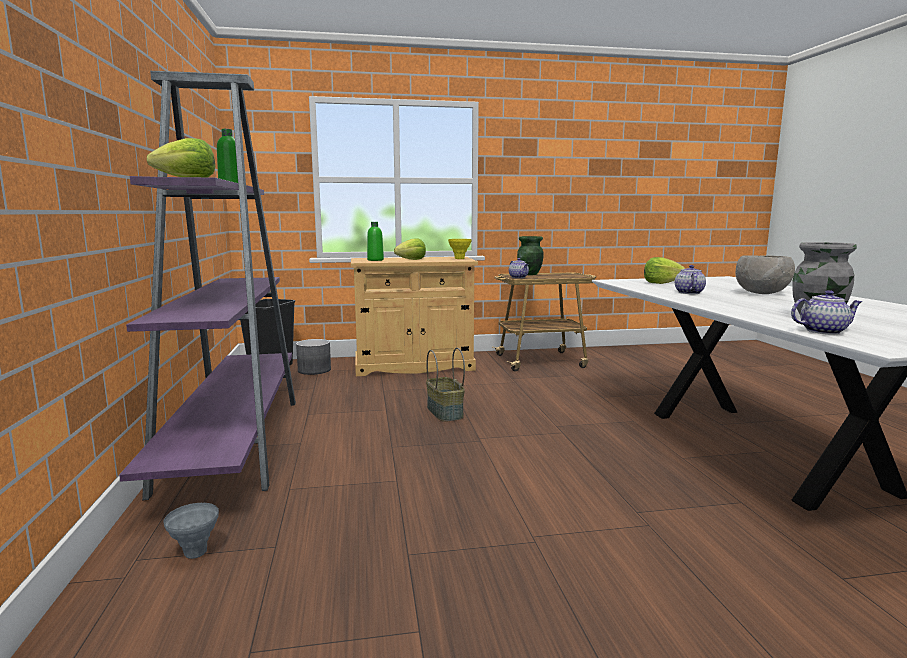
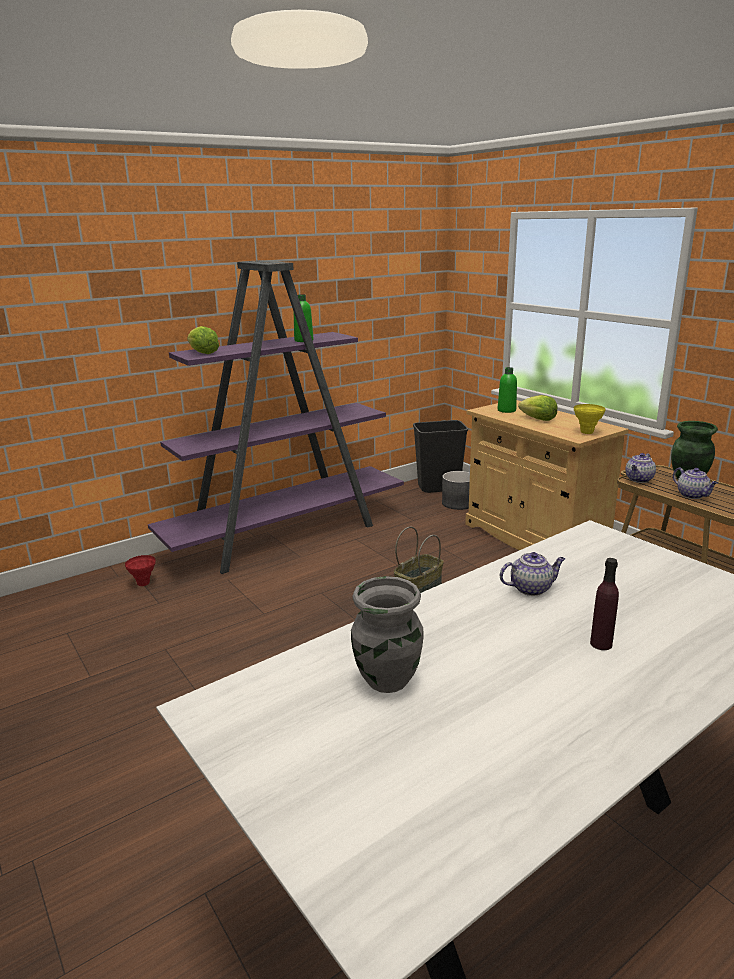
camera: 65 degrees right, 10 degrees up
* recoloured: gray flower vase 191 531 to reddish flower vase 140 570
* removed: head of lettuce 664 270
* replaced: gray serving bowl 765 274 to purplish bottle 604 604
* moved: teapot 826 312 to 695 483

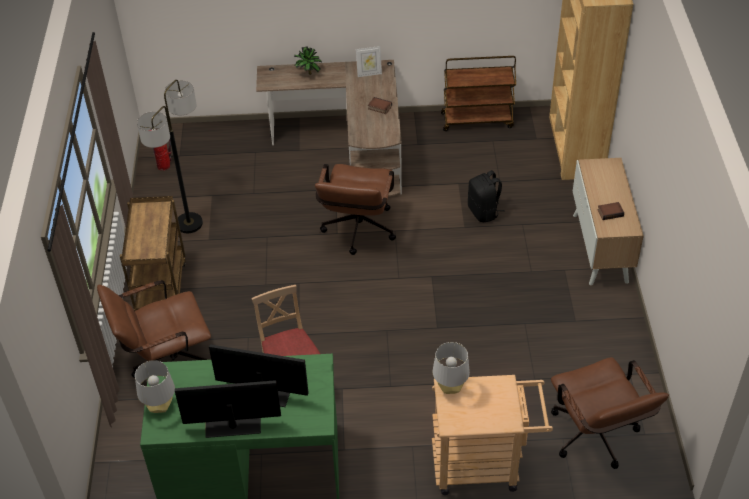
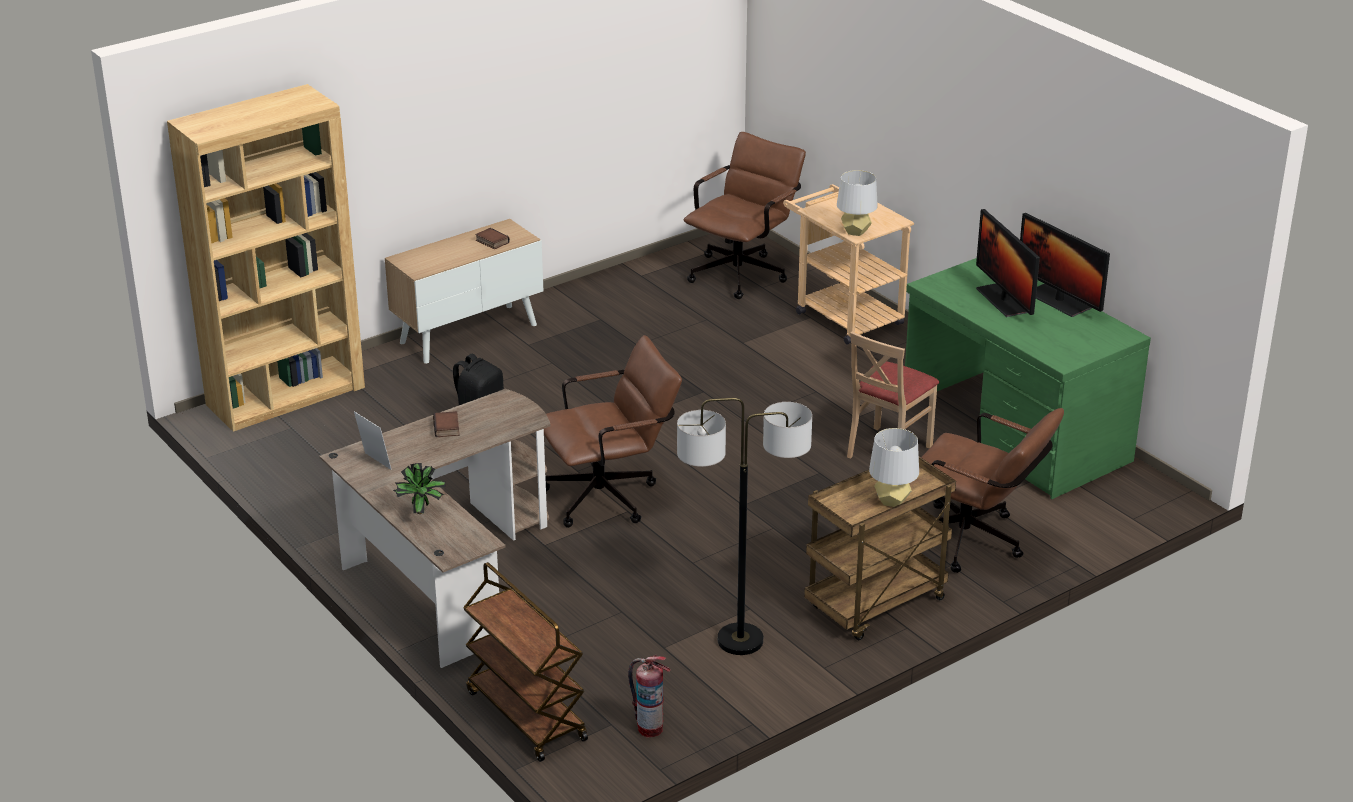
camera: 125 degrees left, 15 degrees down
* moved: gray table lamp 155 386 to 894 467
* moved: brown-coloured cart 478 93 to 525 662

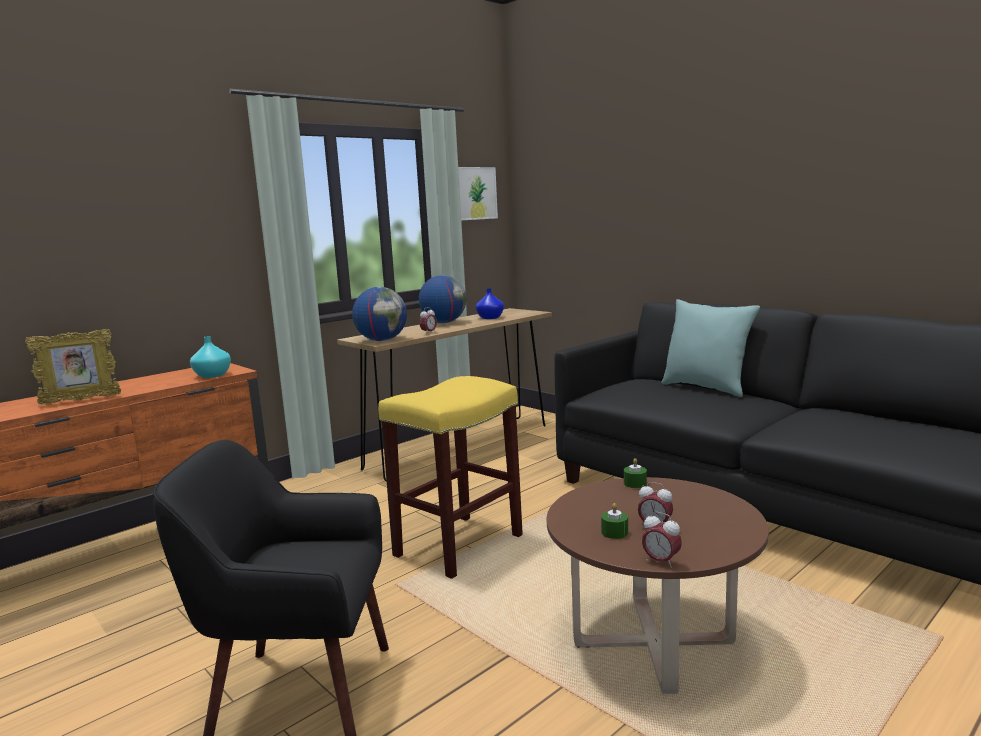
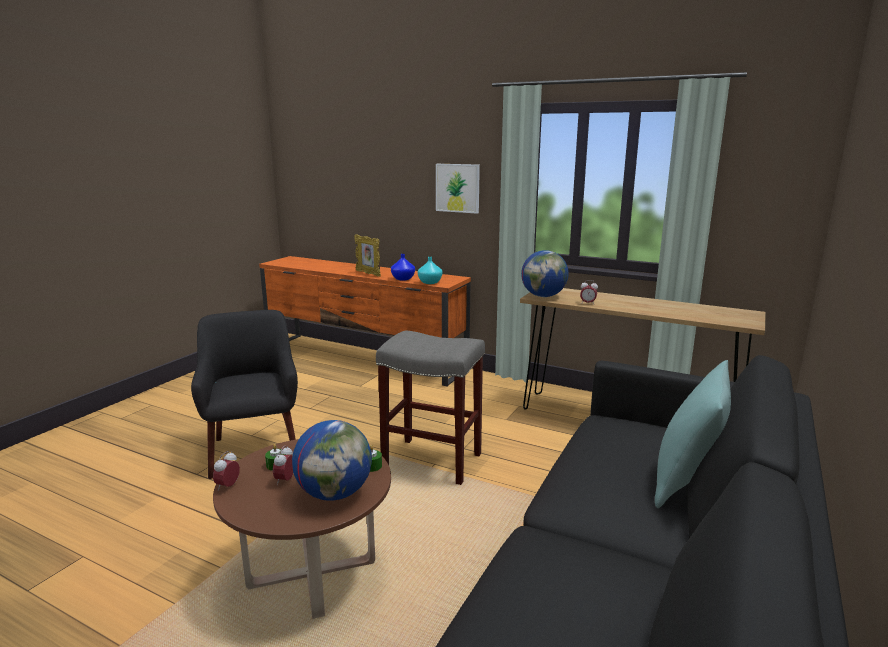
camera: 70 degrees right, 5 degrees up
* recoloured: yellow stool 450 477 to gray stool 430 408
* moved: desk globe 442 299 to 332 460
* moved: wall picture 478 193 to 458 189
* moved: bluish flower vase 490 303 to 403 267

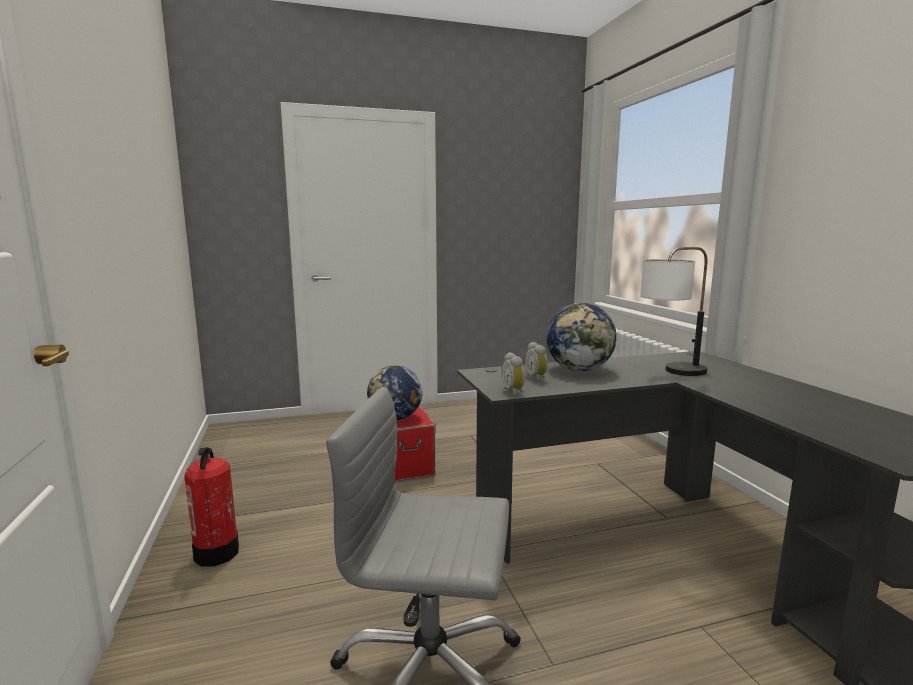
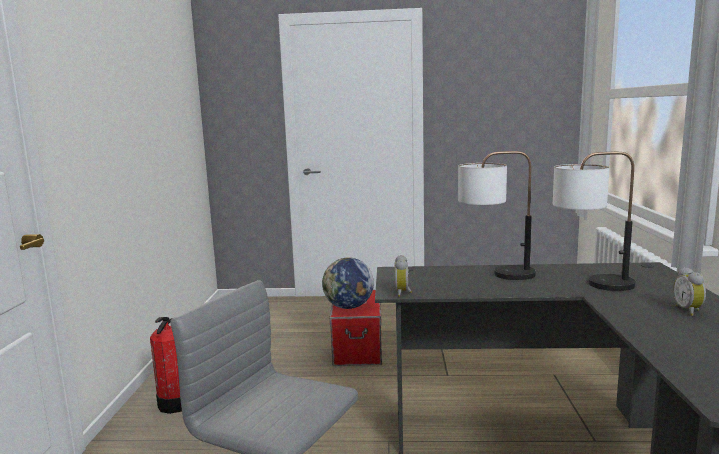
camera: 20 degrees right, 0 degrees up
* moved: table clock 536 362 to 689 291
* replaced: desk globe 581 337 to table lamp 497 215

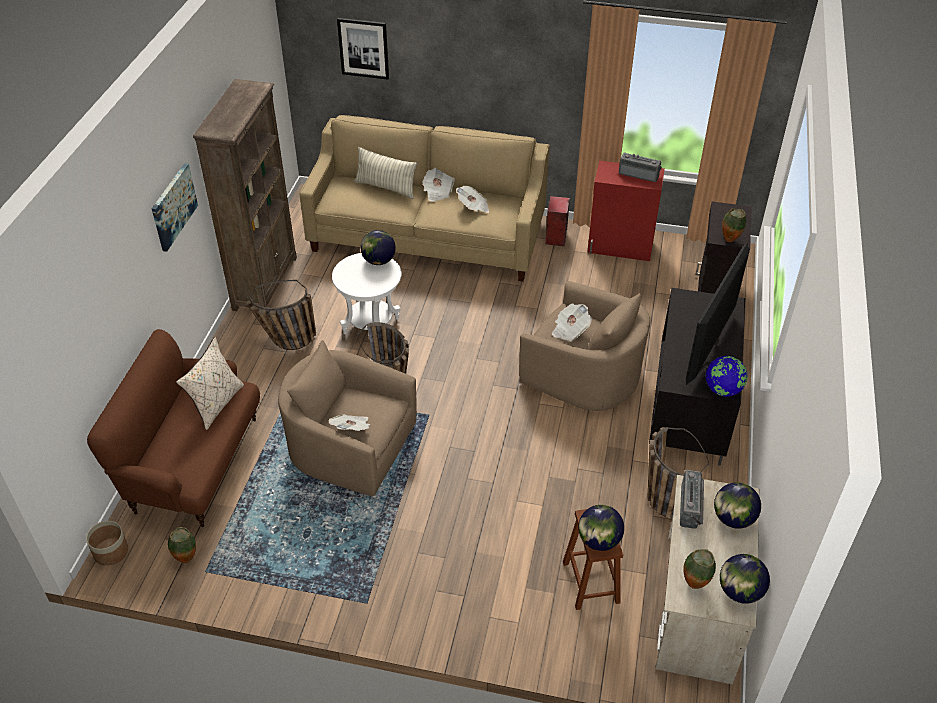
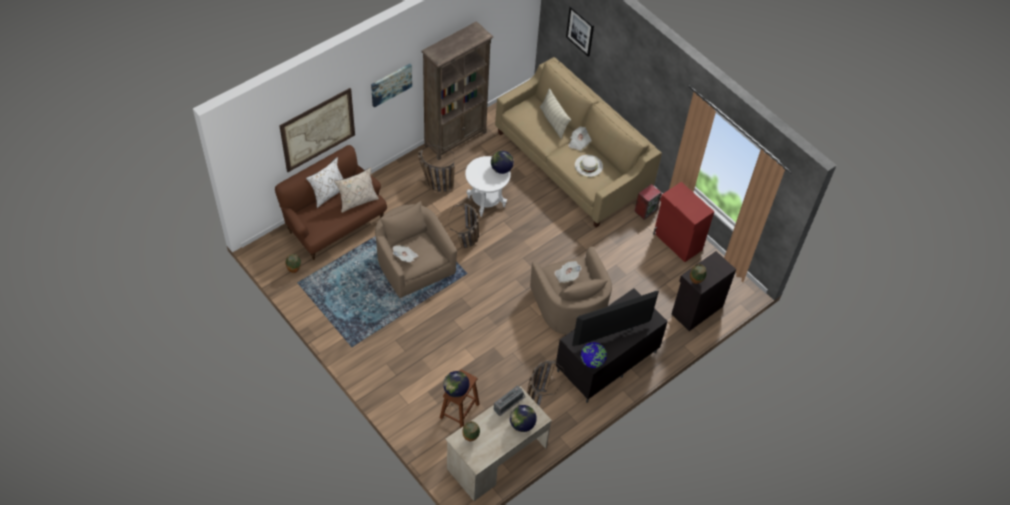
camera: 35 degrees right, 10 degrees up
* removed: flower pot 107 543
* replaced: newspaper 472 199 to whitish wearable hat 589 166
* removed: radio 640 167
* removed: desk globe 745 579
* added: wall picture 317 130
* added: whitish throw pillow 324 182

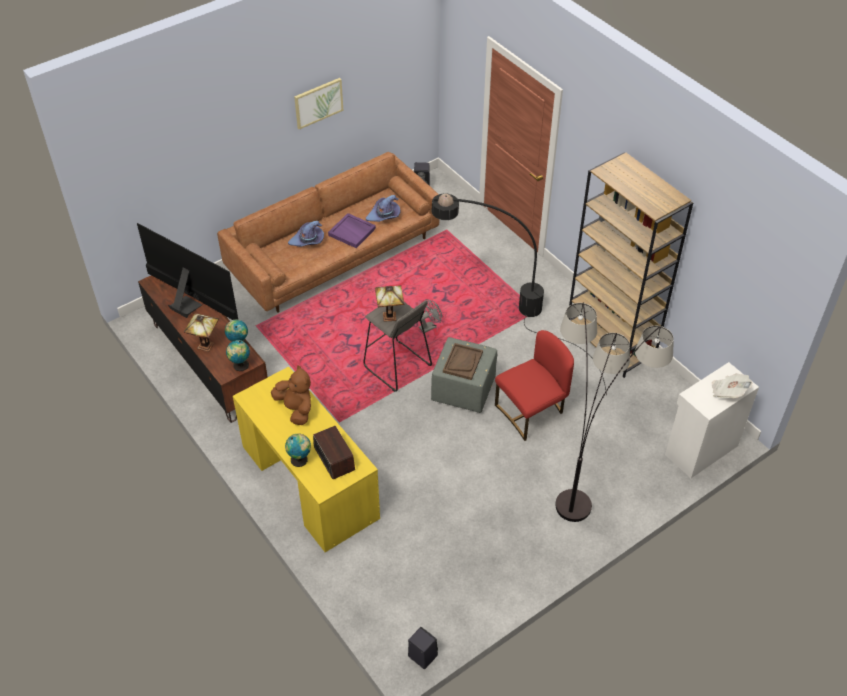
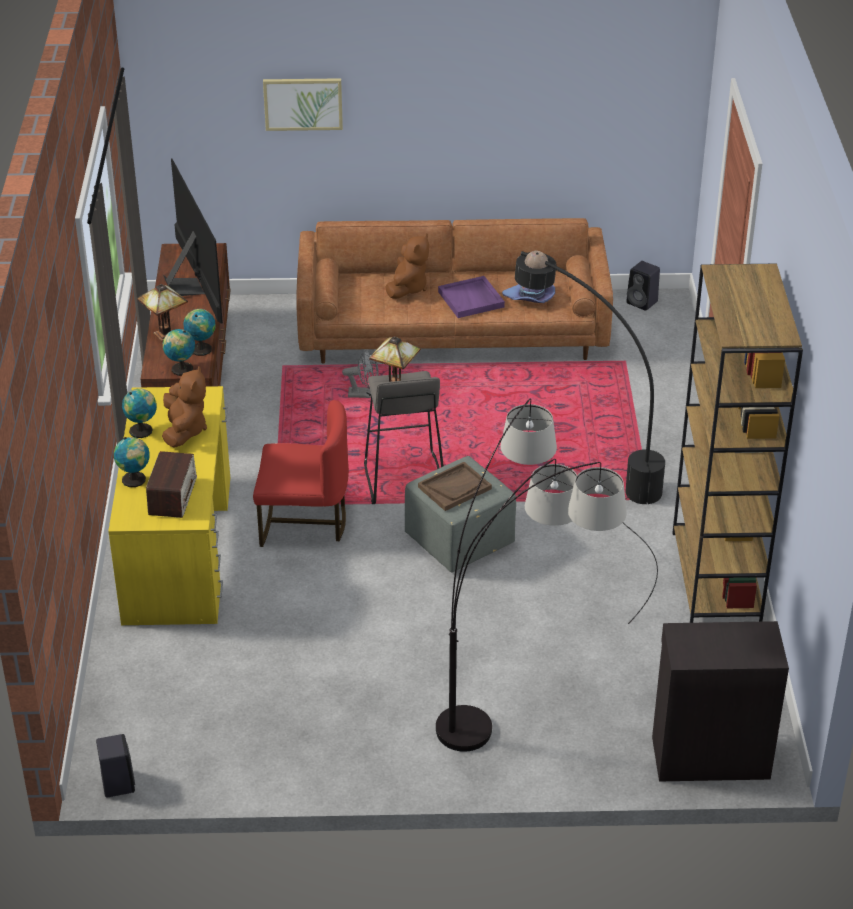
camera: 35 degrees right, 10 degrees down
* replaced: purplish wearable hat 306 234 to brown-coloured plush toy 407 266
* moved: wall picture 319 104 to 303 104
* moved: gray fan 430 316 to 360 374
* moved: reddish upright chair 534 385 to 301 473
* recoloured: whitish cabinet 712 420 to blackish cabinet 720 701
* removed: newspaper 732 386
* added: desk globe 139 413

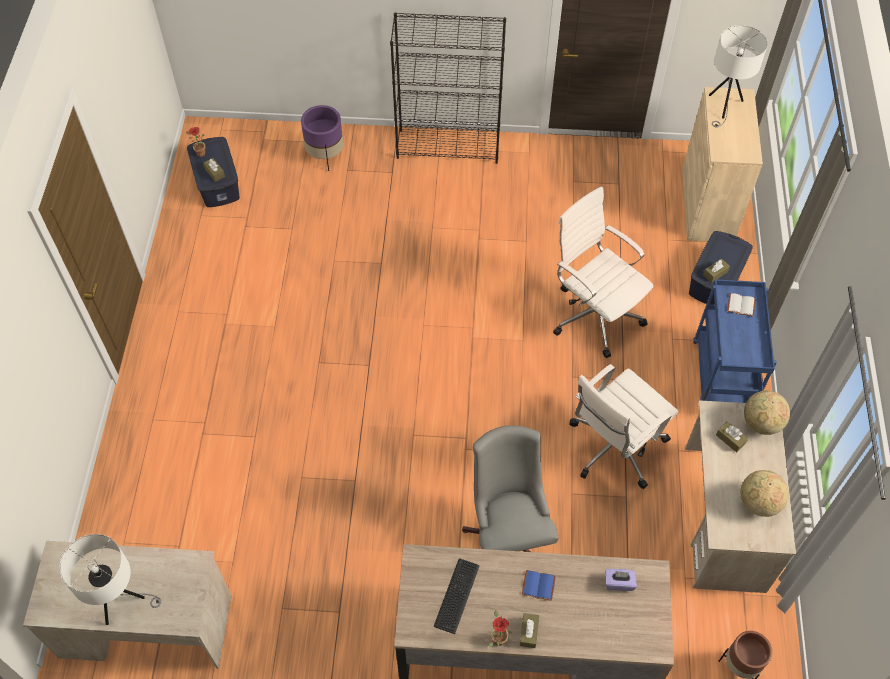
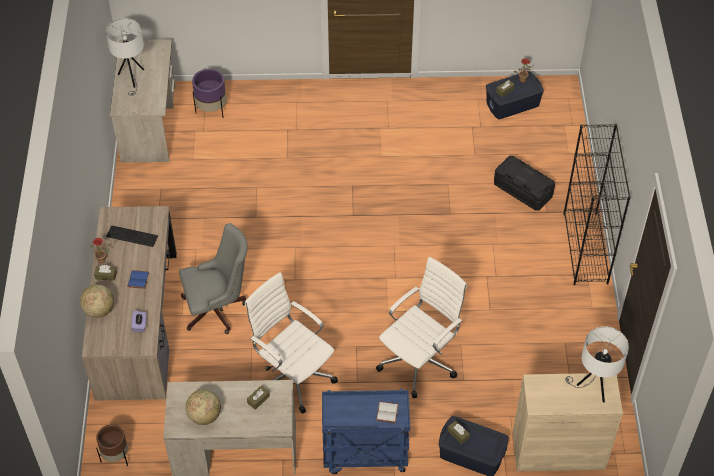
camera: 85 degrees right, 5 degrees down
* moved: purplish flower pot 322 138 to 209 93
* moved: desk globe 767 413 to 97 301
* added: blackish storage bin 524 183

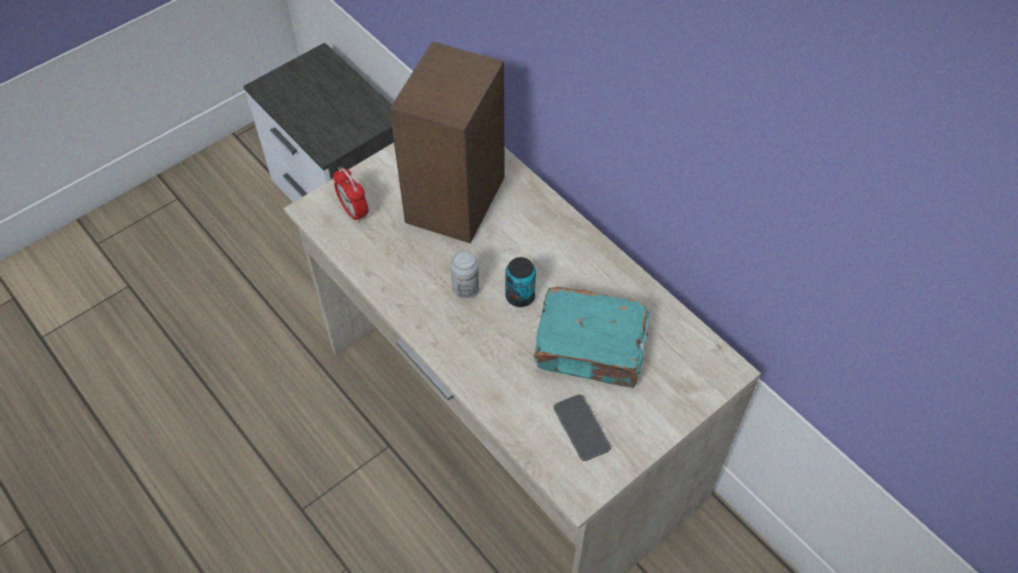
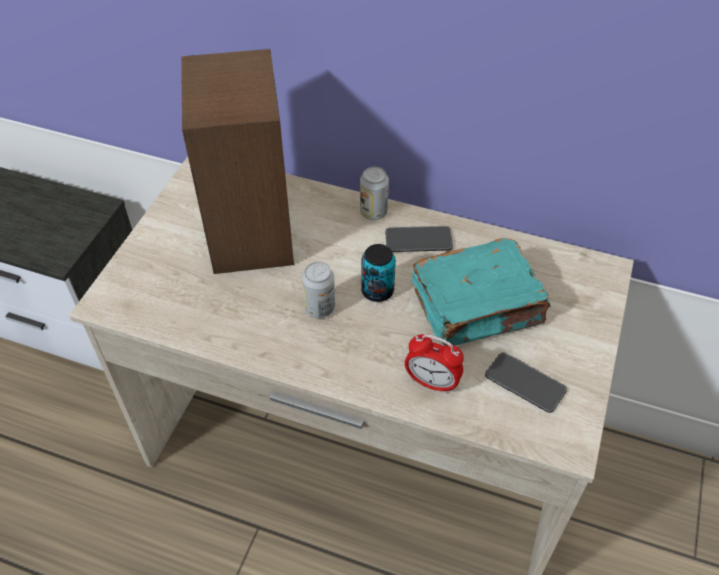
camera: 30 degrees left, 5 degrees down
* moved: table clock 351 195 to 434 364
* added: can 374 193
* added: telephone 419 239

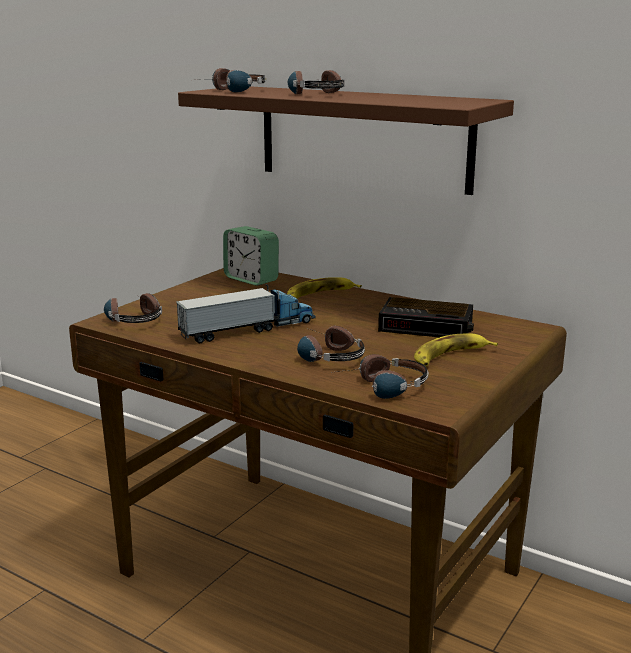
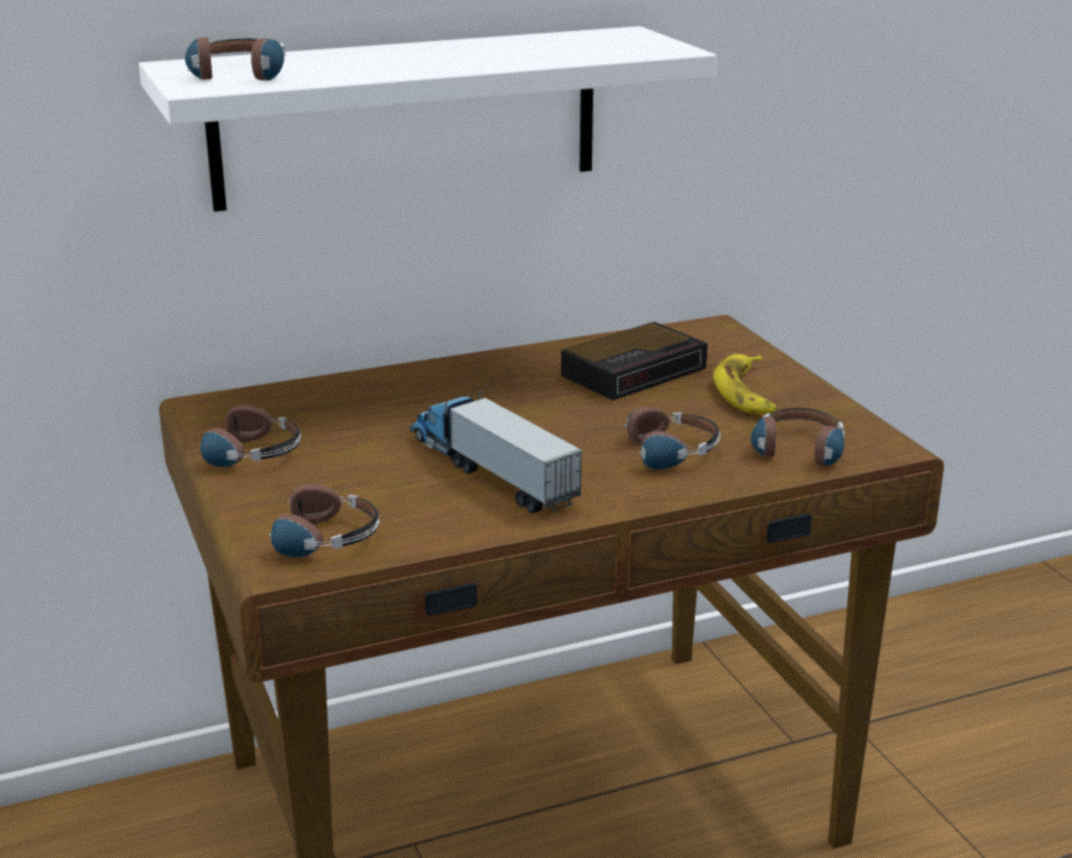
camera: 55 degrees left, 5 degrees up
* turned: toy truck 245 314 = 496 451 45 degrees counterclockwise
* recoloured: brown-coloured bracket shelf 346 140 to whitish bracket shelf 428 119
* removed: table clock 251 256
* removed: banana fruit 324 287
* moved: headphones 316 82 to 244 436

